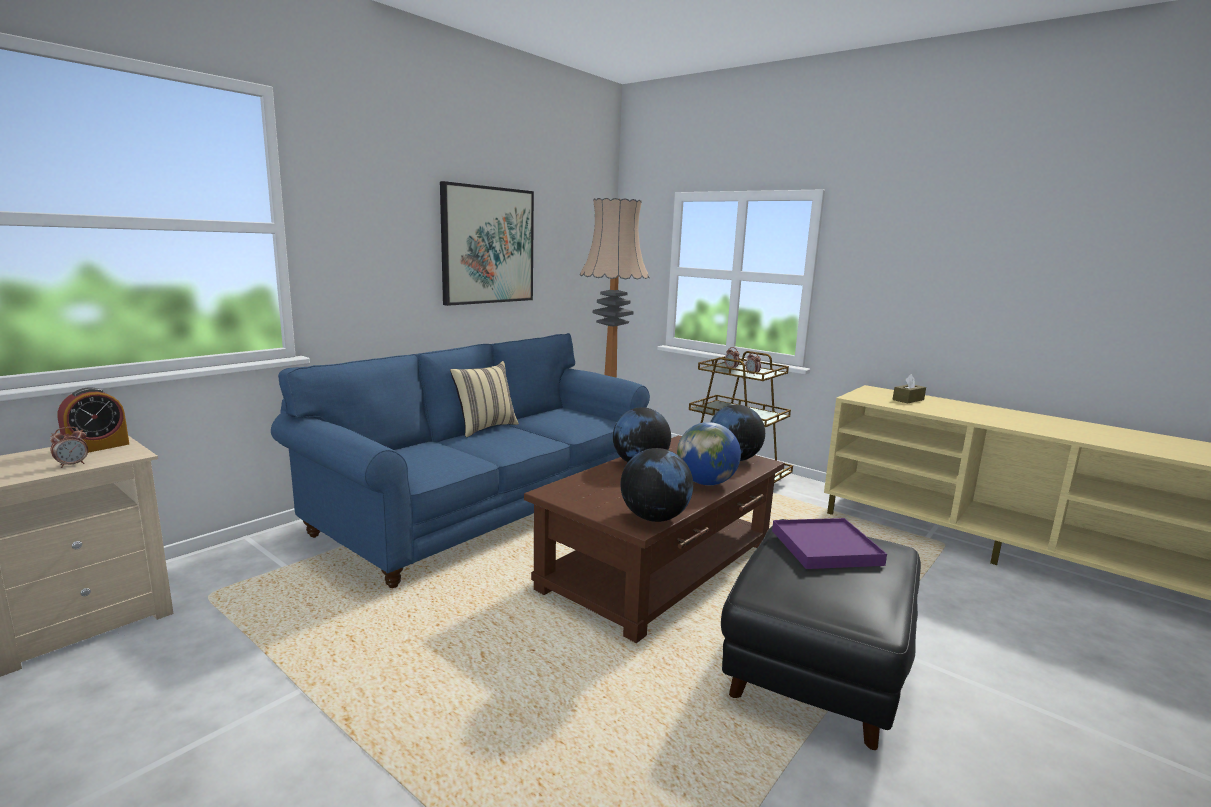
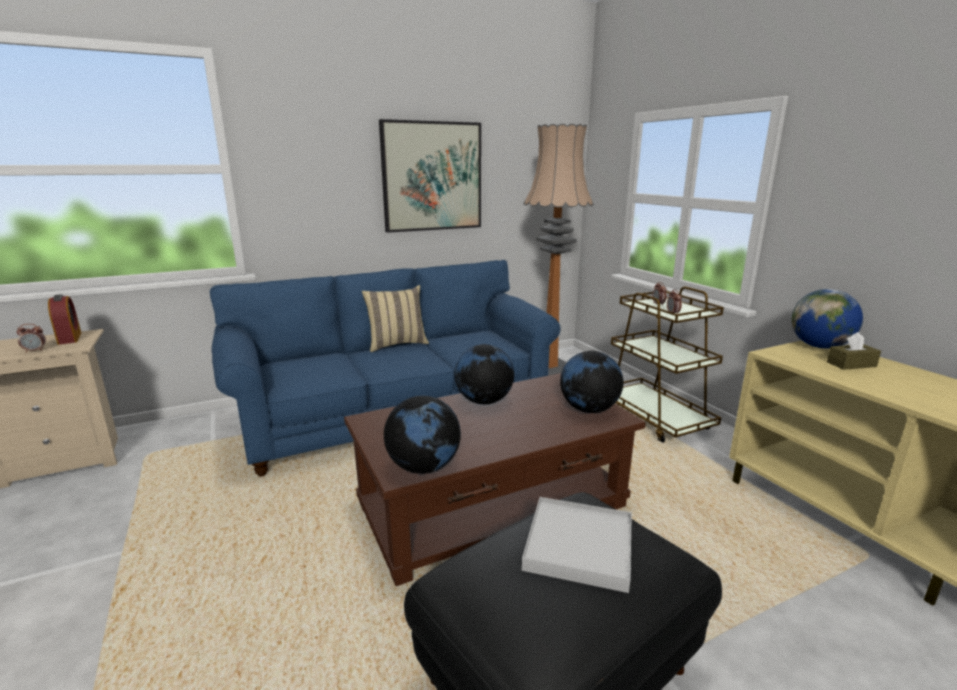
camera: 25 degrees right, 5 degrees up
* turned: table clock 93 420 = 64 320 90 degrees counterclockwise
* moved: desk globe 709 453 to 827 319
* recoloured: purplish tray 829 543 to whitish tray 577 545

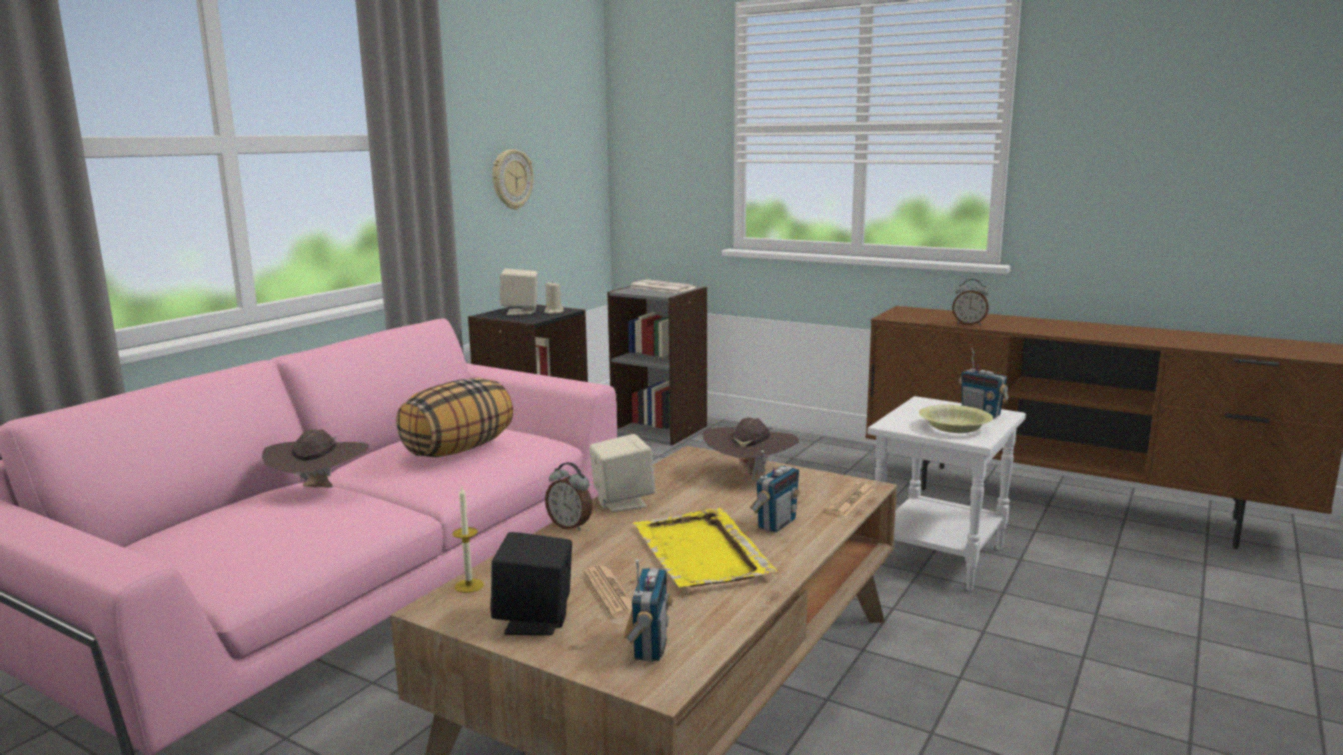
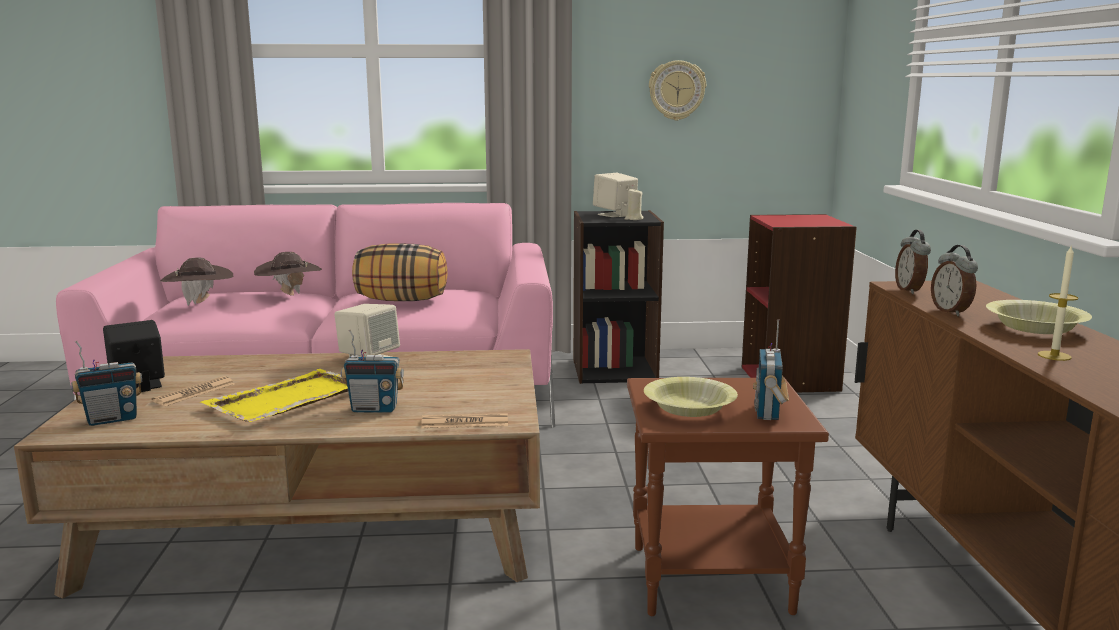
camera: 55 degrees right, 0 degrees up
* moved: wax candle 468 540 to 1058 302
* moved: table clock 568 496 to 913 262
* recoloured: gray bookcase 657 366 to reddish bookcase 799 303
* removed: newspaper 663 286
* moved: brown-coloured wearable hat 750 448 to 197 282
* recoloured: whitish accent table 947 493 to brown-coloured accent table 728 497
* added: yellow serving bowl 1039 317

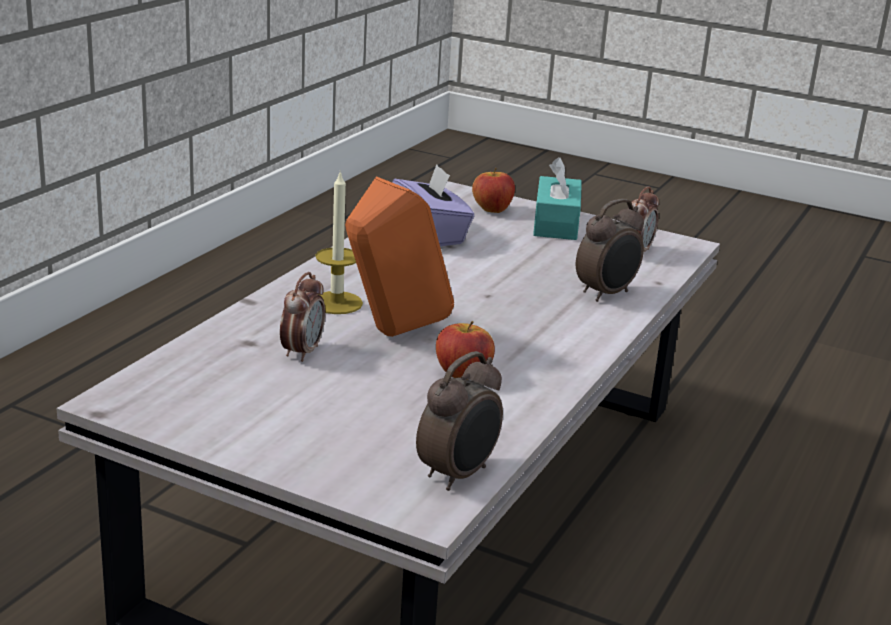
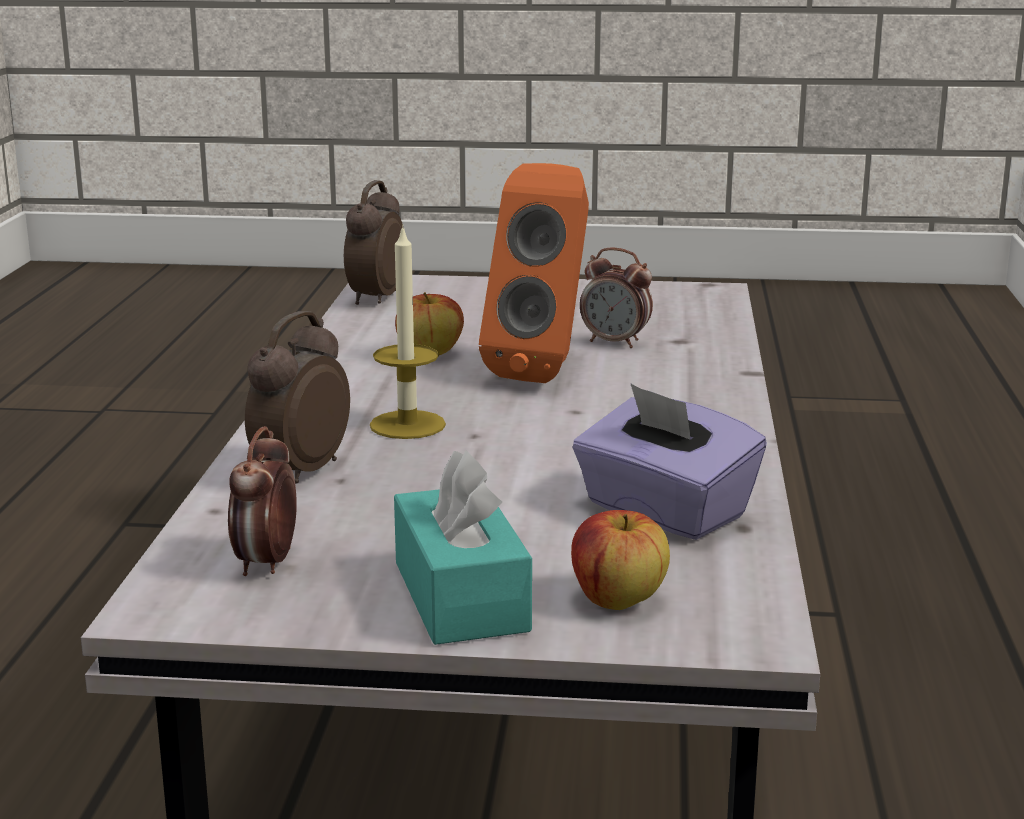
camera: 160 degrees right, 5 degrees down
* turned: table clock 302 317 = 616 298 60 degrees counterclockwise
* moved: wax candle 339 242 to 408 331

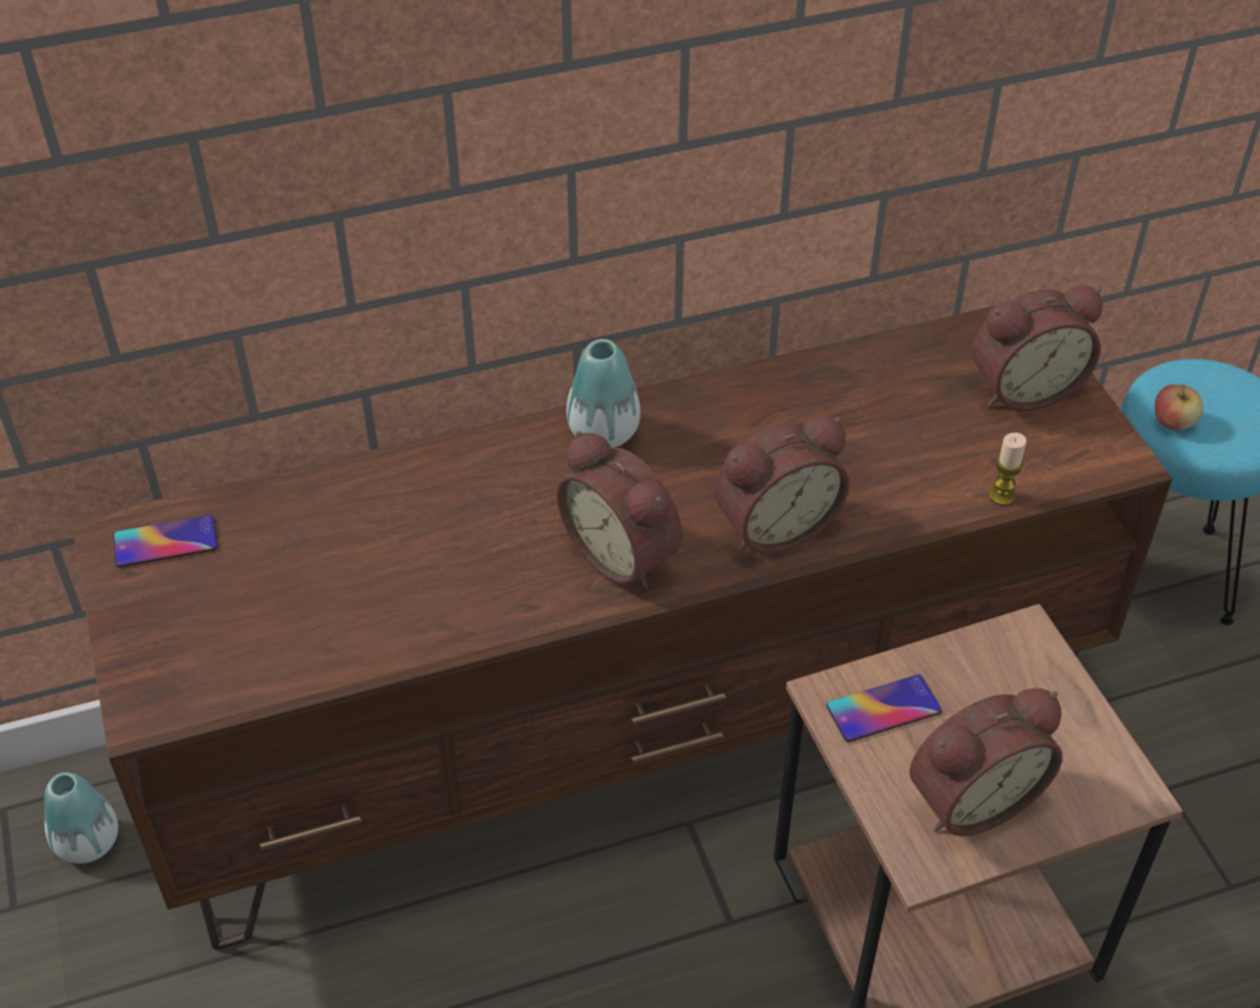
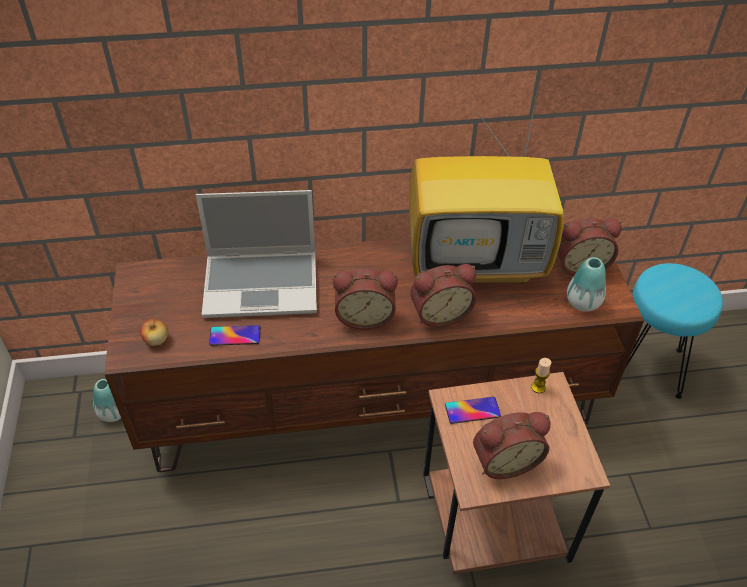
camera: 10 degrees right, 0 degrees up
* moved: telephone 165 541 to 234 335
* turned: table clock 619 510 = 365 299 60 degrees counterclockwise
* moved: flower vase 603 393 to 586 284
* moved: wax candle 1008 469 to 541 375
* moved: whole apple 1179 407 to 154 332
* added: notebook computer 256 254
* added: TV set 486 183

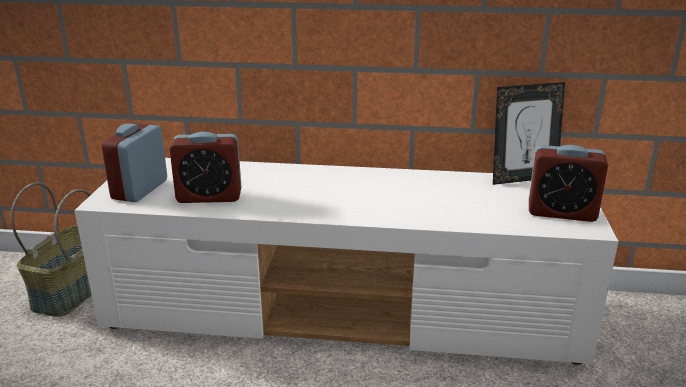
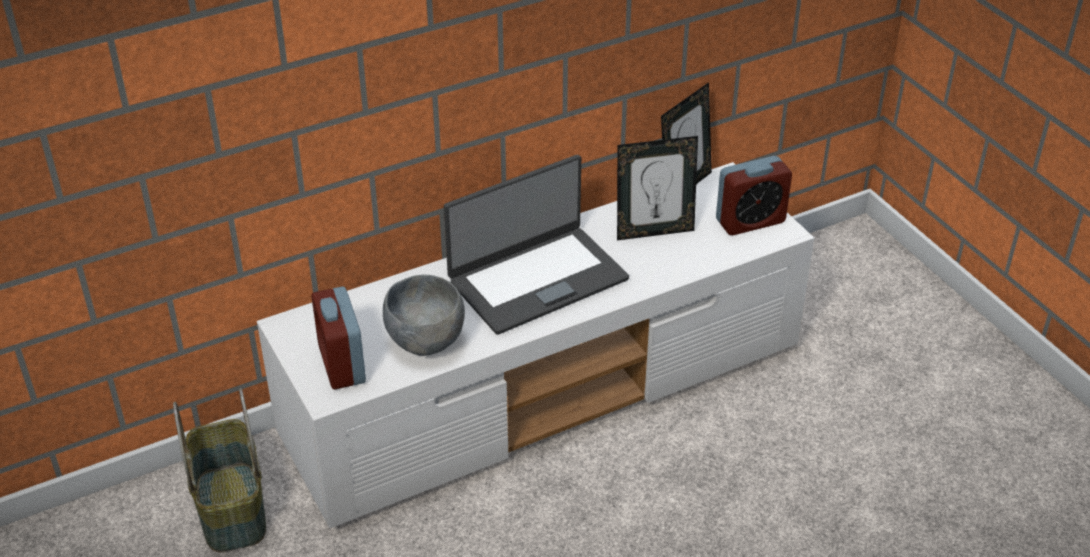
camera: 35 degrees left, 15 degrees up
* replaced: table clock 205 167 to gray serving bowl 424 315
* added: notebook computer 536 245
* added: standing frame 657 188

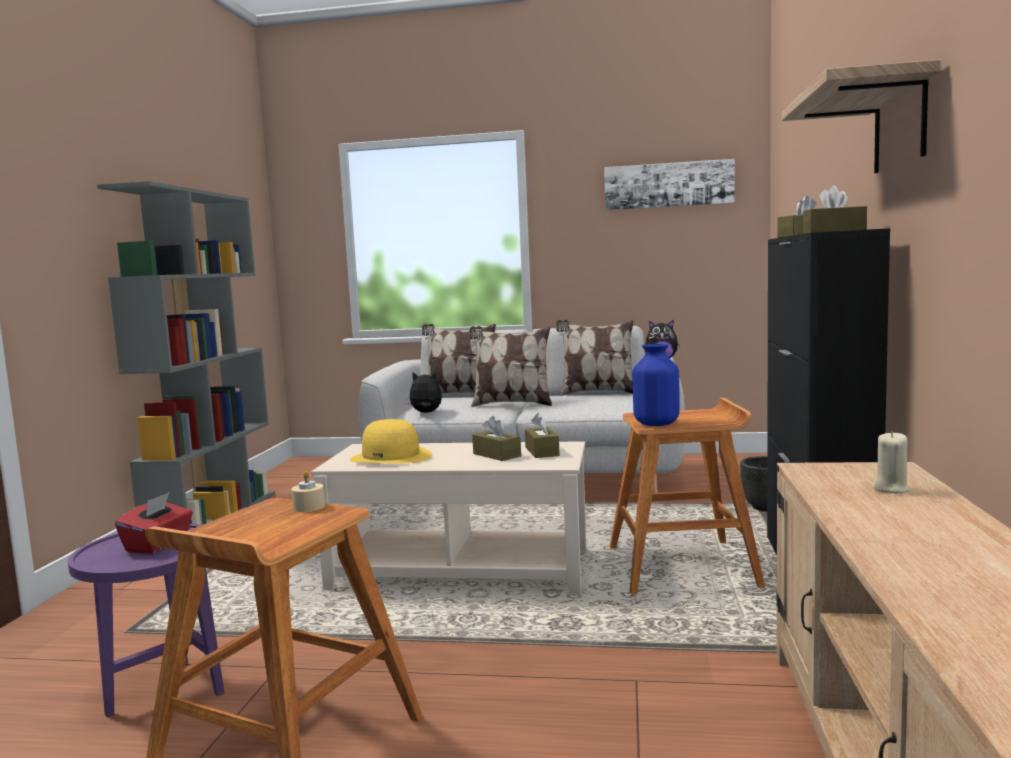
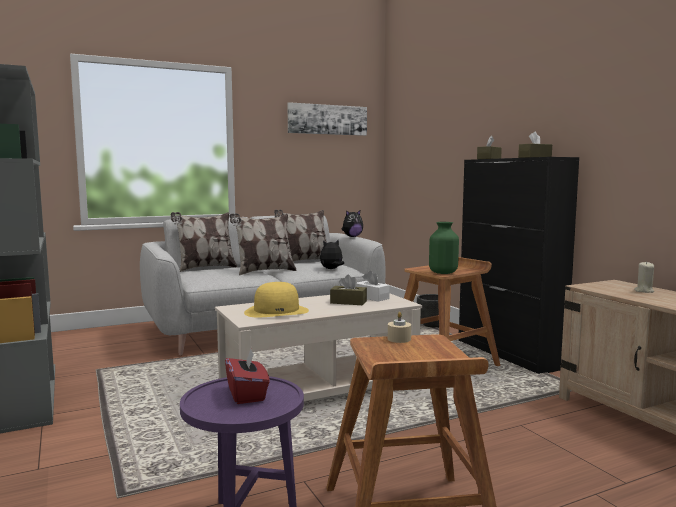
camera: 35 degrees left, 0 degrees up
* moved: plush toy 423 392 to 332 254
* recoloured: brown-coloured tissue holder 542 435 to whitish tissue holder 373 286
* recoloured: bluish flower vase 656 385 to greenish flower vase 444 248
* removed: bracket shelf 861 116

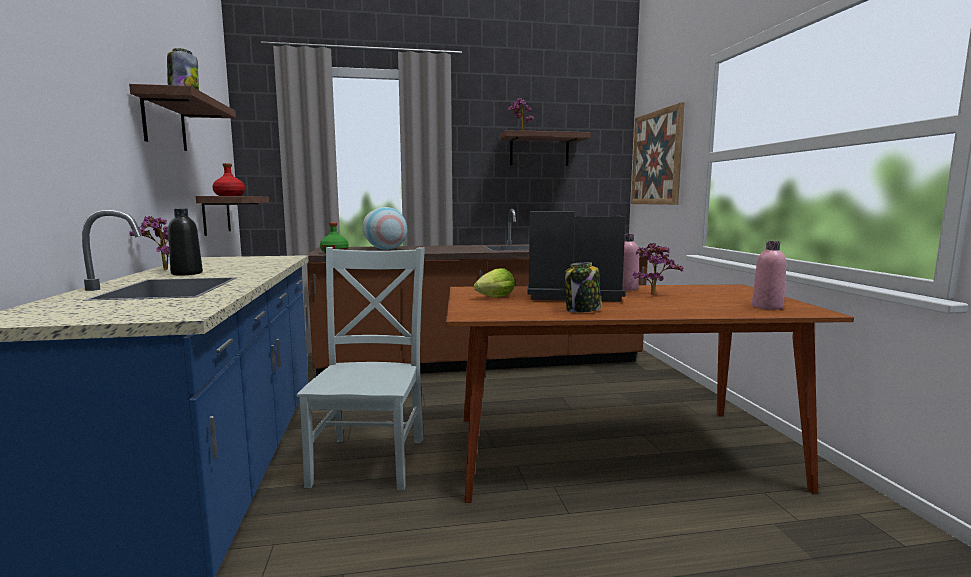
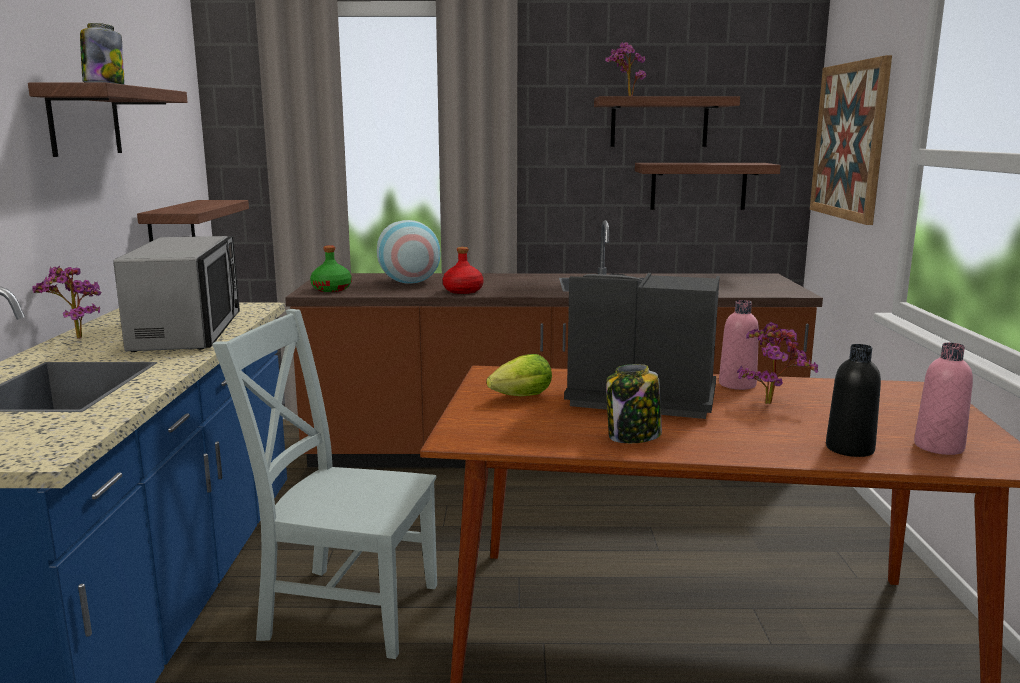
camera: 10 degrees right, 5 degrees up
* moved: blackish bottle 185 242 to 853 400
* moved: reddish bottle 228 179 to 463 270
* turned: gray upright chair 360 368 = 324 484 90 degrees counterclockwise
* added: microwave oven 176 294
* added: bracket shelf 708 186

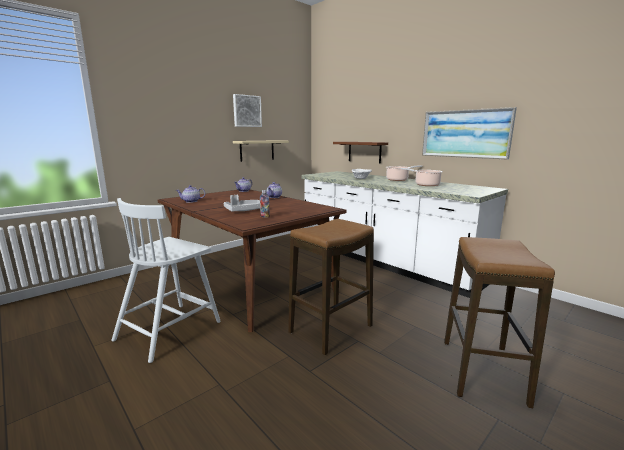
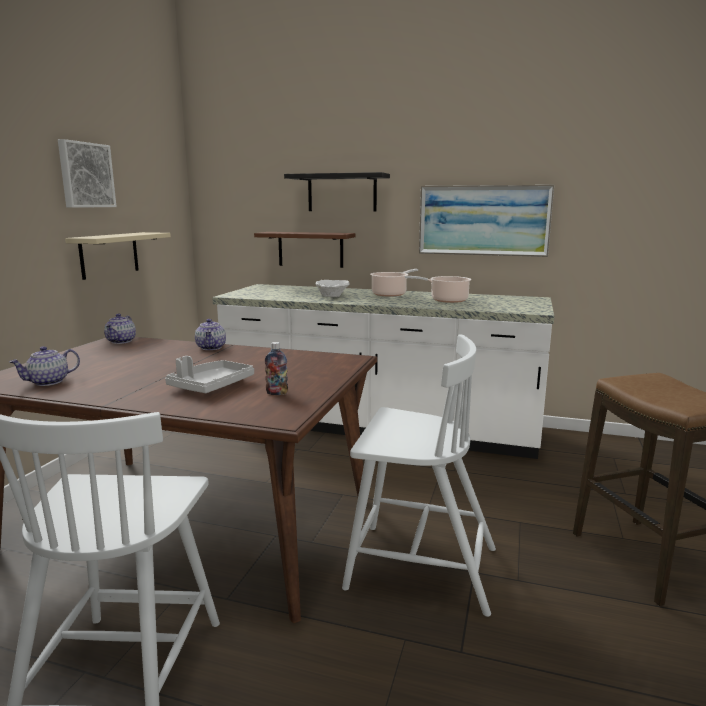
camera: 30 degrees left, 0 degrees up
* replaced: stool 331 287 to whitish upright chair 419 476
* added: blackish bracket shelf 337 191

